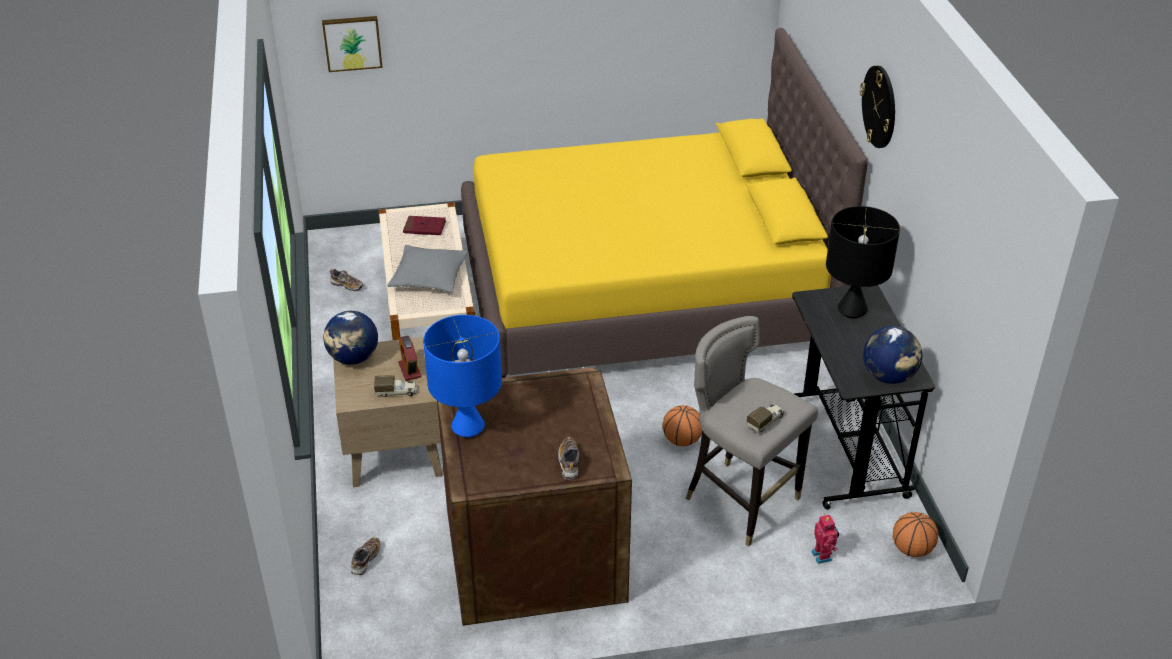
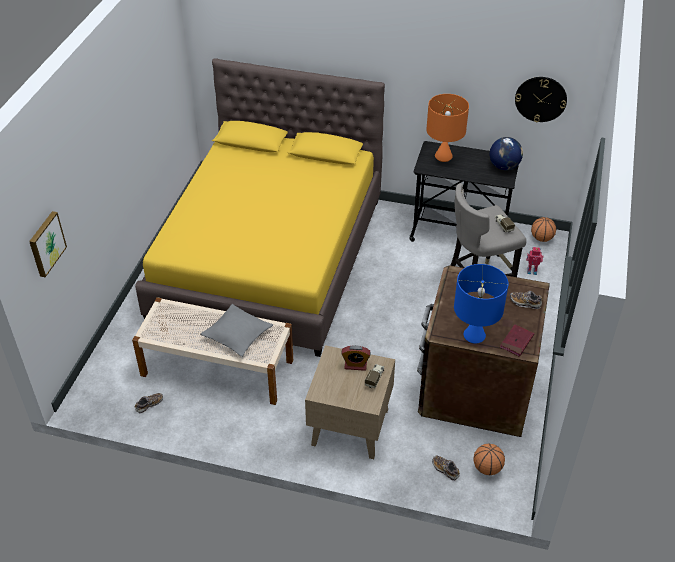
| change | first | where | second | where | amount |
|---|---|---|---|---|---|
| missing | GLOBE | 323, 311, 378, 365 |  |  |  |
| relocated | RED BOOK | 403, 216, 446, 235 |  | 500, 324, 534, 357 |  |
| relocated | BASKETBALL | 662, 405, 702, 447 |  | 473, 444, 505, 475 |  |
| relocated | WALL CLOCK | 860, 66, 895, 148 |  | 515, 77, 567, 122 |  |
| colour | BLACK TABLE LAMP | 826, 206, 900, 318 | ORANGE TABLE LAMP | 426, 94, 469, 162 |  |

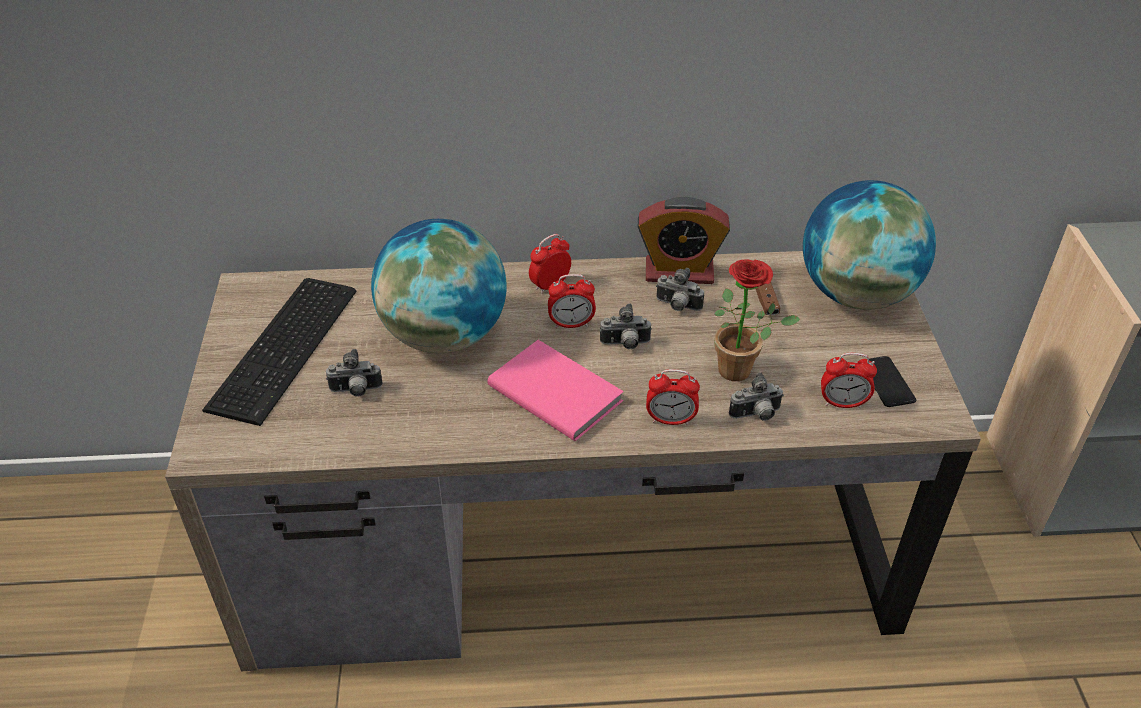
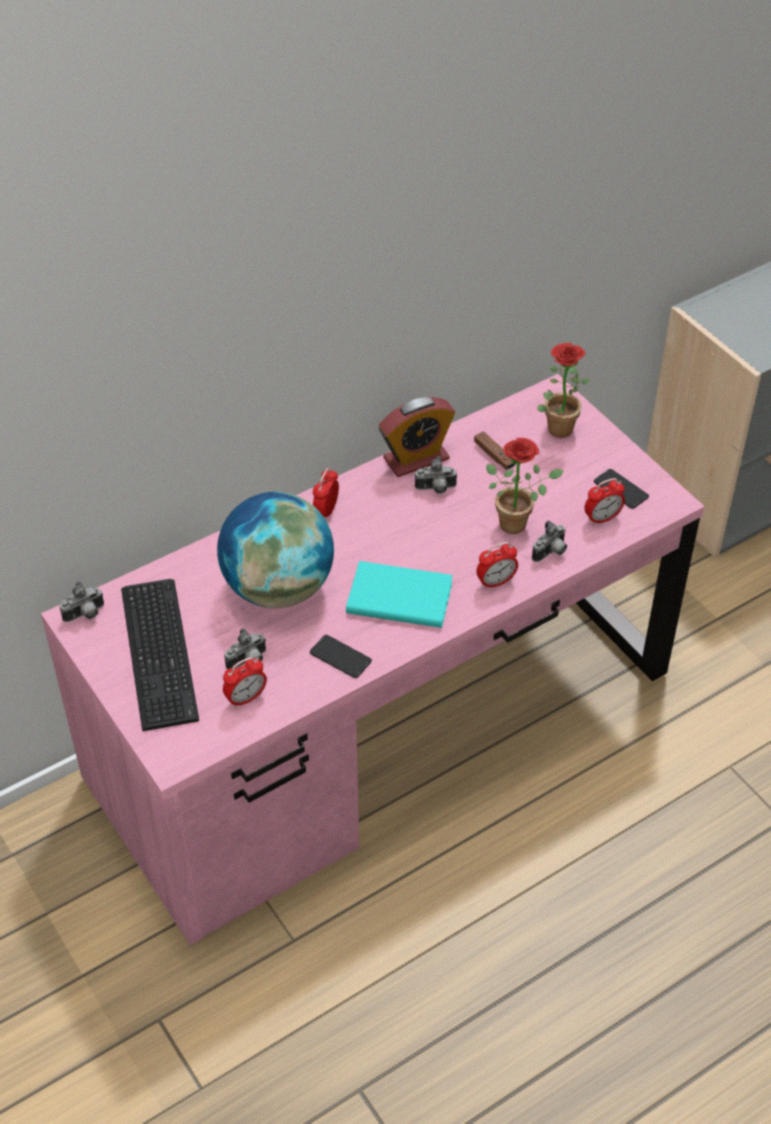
| change | first | where | second | where | amount |
|---|---|---|---|---|---|
| appeared |  |  | PHONE | 310, 635, 372, 678 |  |
| relocated | ALARM CLOCK | 548, 274, 596, 328 |  | 223, 657, 267, 708 |  |
| relocated | PHOTO CAMERA | 600, 304, 652, 349 |  | 59, 581, 104, 622 |  |
| exchanged | GLOBE | 803, 180, 936, 310 | POTTED PLANT | 537, 343, 590, 438 |  |
| colour | BROWN DESK | 165, 251, 981, 671 | PINK DESK | 41, 374, 705, 946 |  |
| colour | PINK BOOK | 487, 340, 624, 441 | TURQUOISE BOOK | 346, 561, 453, 628 |  |

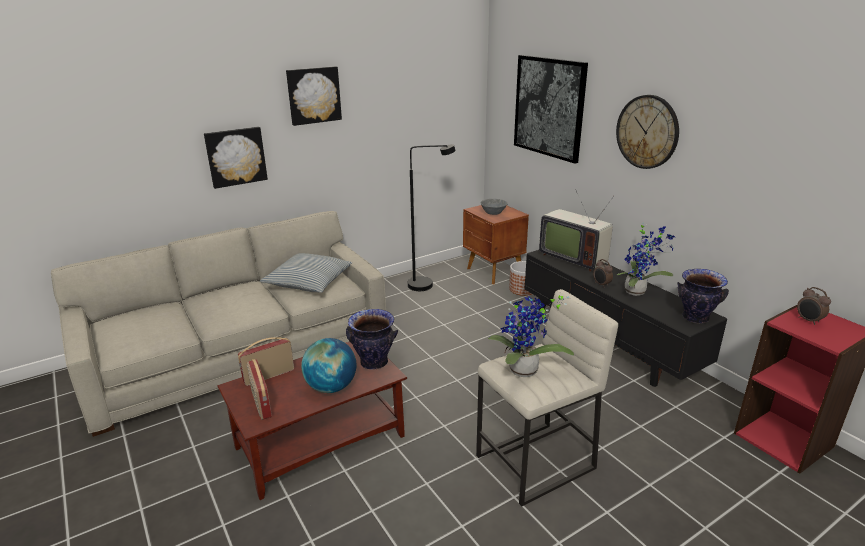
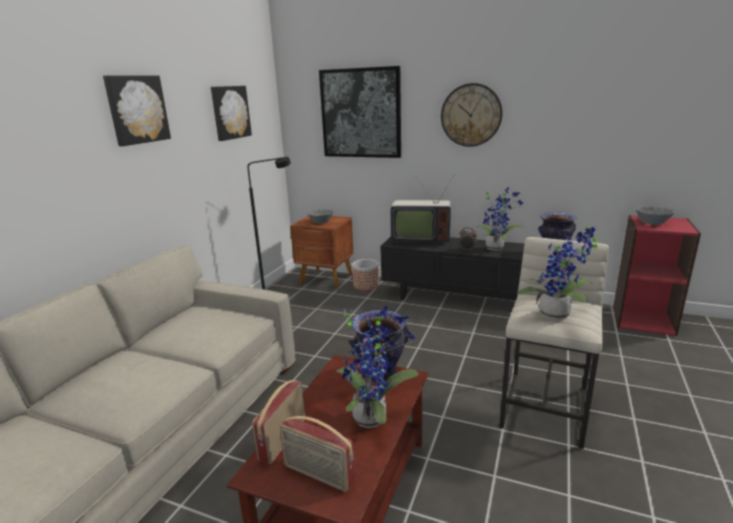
| change | first | where | second | where | amount |
|---|---|---|---|---|---|
| missing | PILLOW | 260, 253, 352, 293 |  |  |  |
| relocated | PICTURE | 204, 127, 268, 189 |  | 211, 86, 252, 141 |  |
| exchanged | GLOBE | 301, 338, 357, 393 | POTTED PLANT | 336, 306, 418, 428 |  |
| exchanged | ALARM CLOCK | 797, 287, 831, 325 | GREY BOWL | 635, 206, 675, 225 |  |

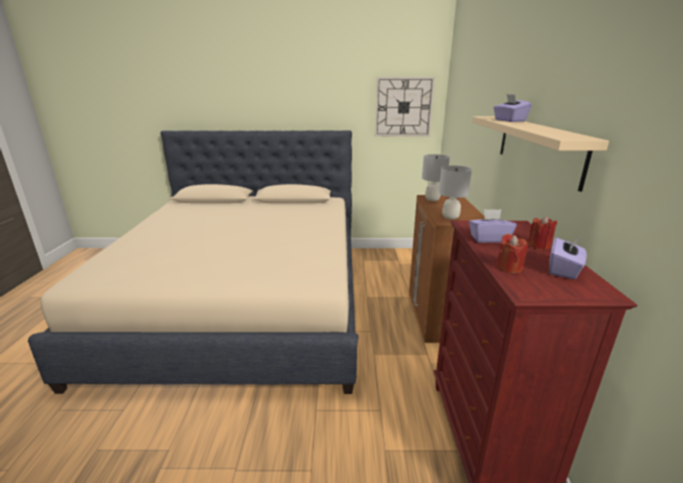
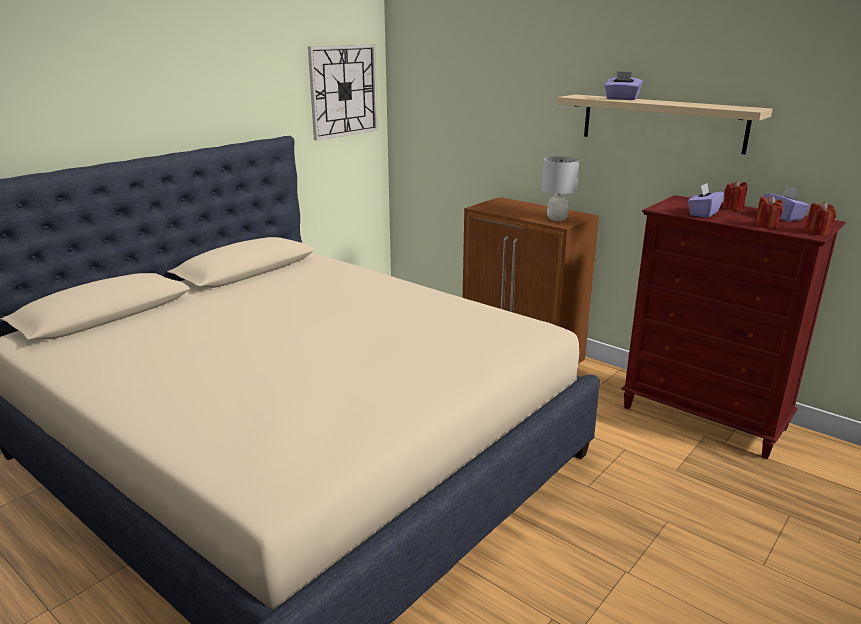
| change | first | where | second | where | amount |
|---|---|---|---|---|---|
| missing | GREY TABLE LAMP | 422, 154, 450, 201 |  |  |  |
| appeared |  |  | RED CANDLE | 804, 201, 836, 236 |  |

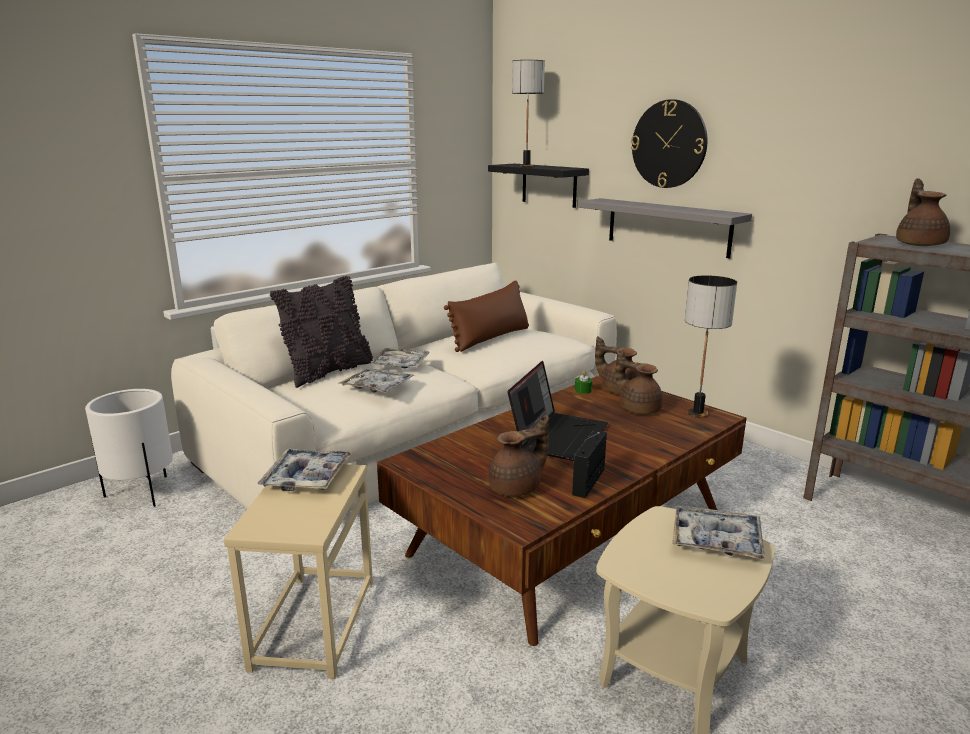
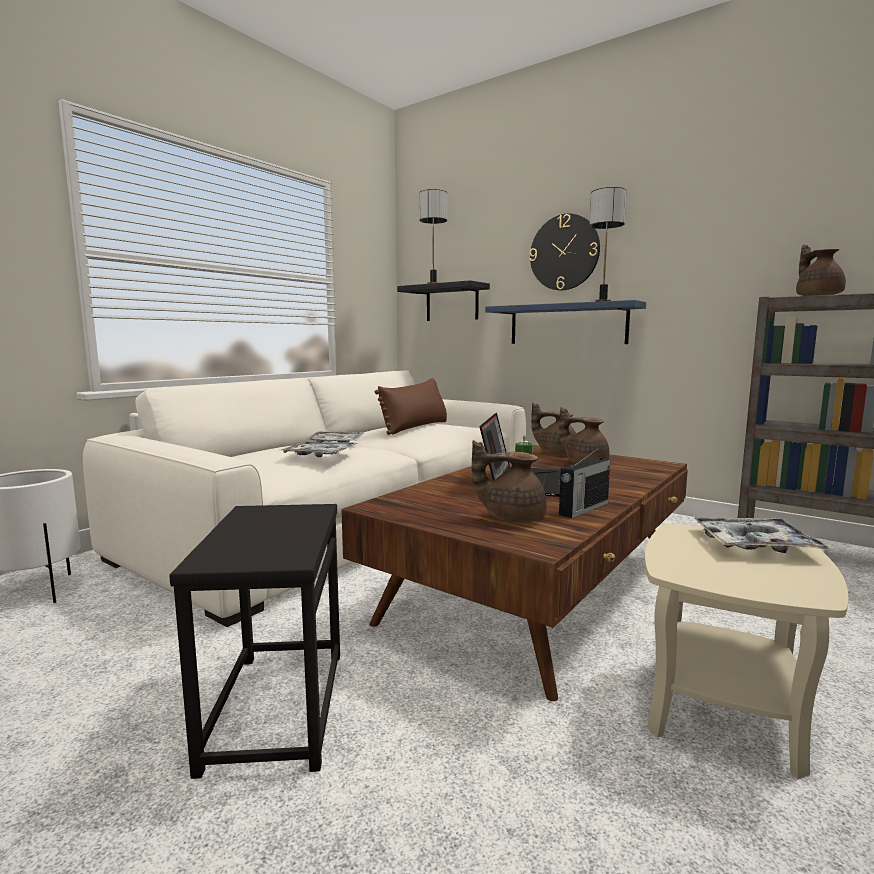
| change | first | where | second | where | amount |
|---|---|---|---|---|---|
| missing | TRAY | 257, 449, 352, 491 |  |  |  |
| missing | BLACK PILLOW | 270, 276, 373, 388 |  |  |  |
| relocated | TABLE LAMP | 685, 275, 737, 418 |  | 589, 187, 626, 302 |  |
| colour | BEIGE SIDE TABLE | 223, 464, 373, 679 | BLACK SIDE TABLE | 169, 504, 340, 779 |  |
| colour | GREY SHELF | 578, 198, 752, 259 | BLUE SHELF | 485, 300, 646, 344 |  |
| spun | BROWN TEAPOT | 488, 415, 549, 496 |  | 472, 440, 547, 523 | 135 degrees counterclockwise |
| spun | RADIO | 572, 430, 607, 498 |  | 559, 447, 610, 518 | 150 degrees counterclockwise |

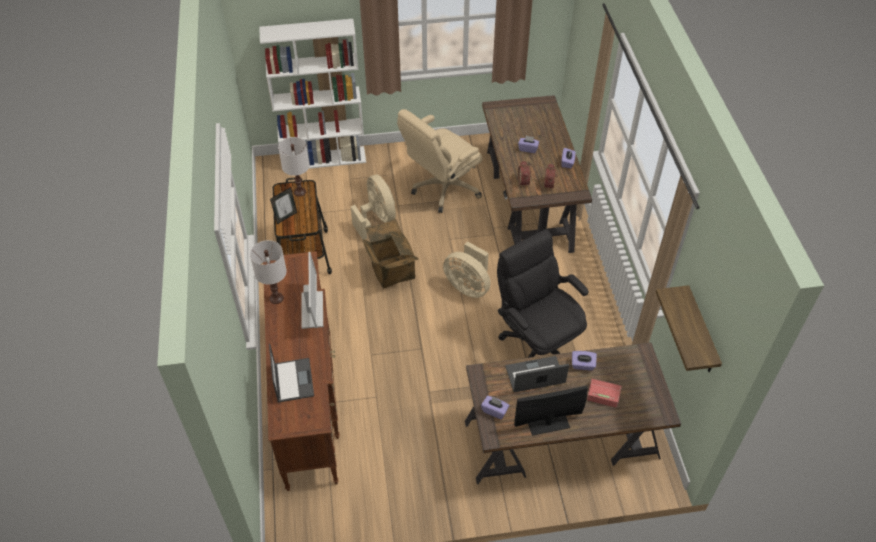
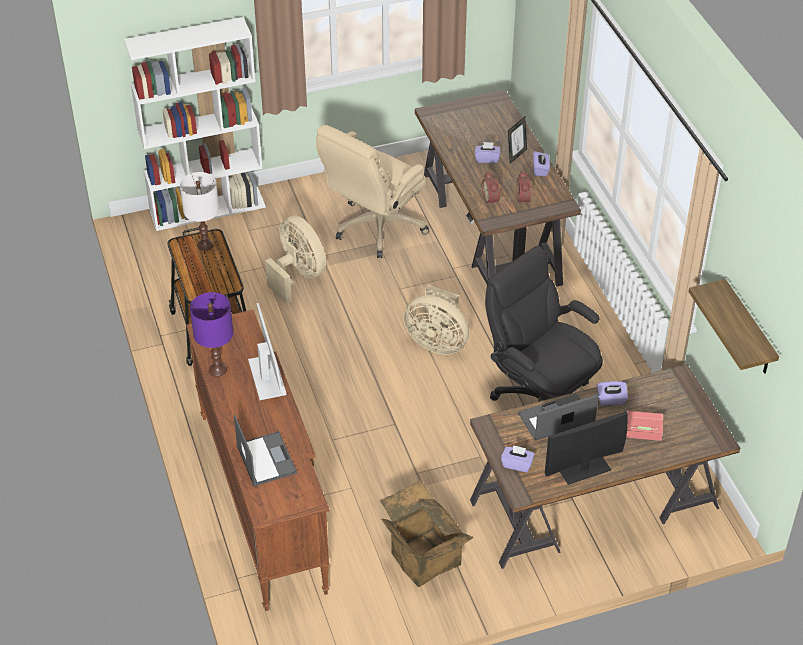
| change | first | where | second | where | amount |
|---|---|---|---|---|---|
| relocated | PICTURE FRAME | 270, 187, 297, 224 |  | 508, 117, 527, 164 |  |
| relocated | CARDBOARD BOX | 362, 219, 419, 289 |  | 380, 480, 474, 587 |  |
| colour | WHITE TABLE LAMP | 250, 240, 287, 304 | PURPLE TABLE LAMP | 190, 292, 233, 377 |  |

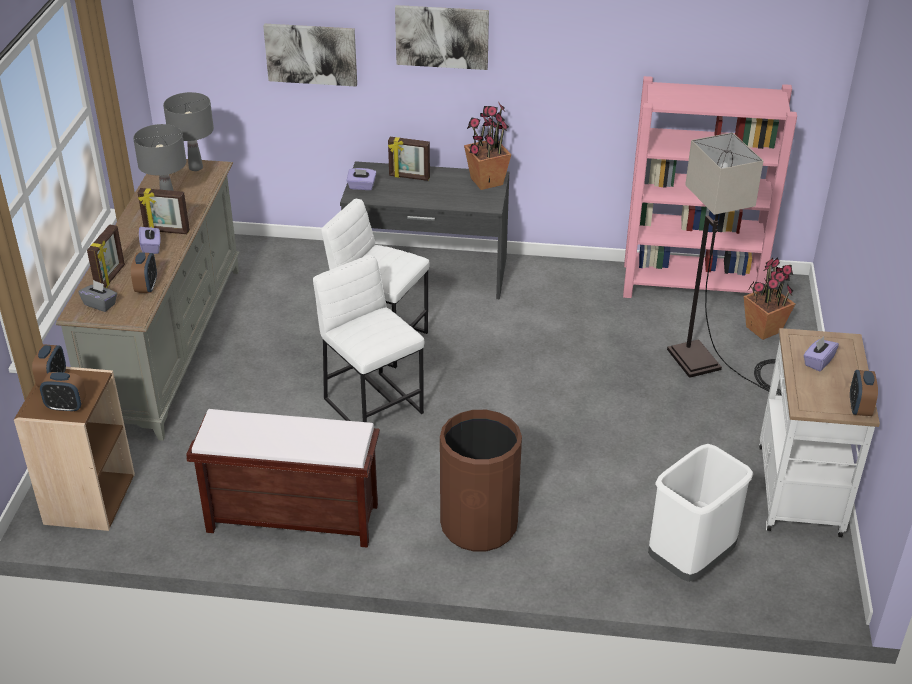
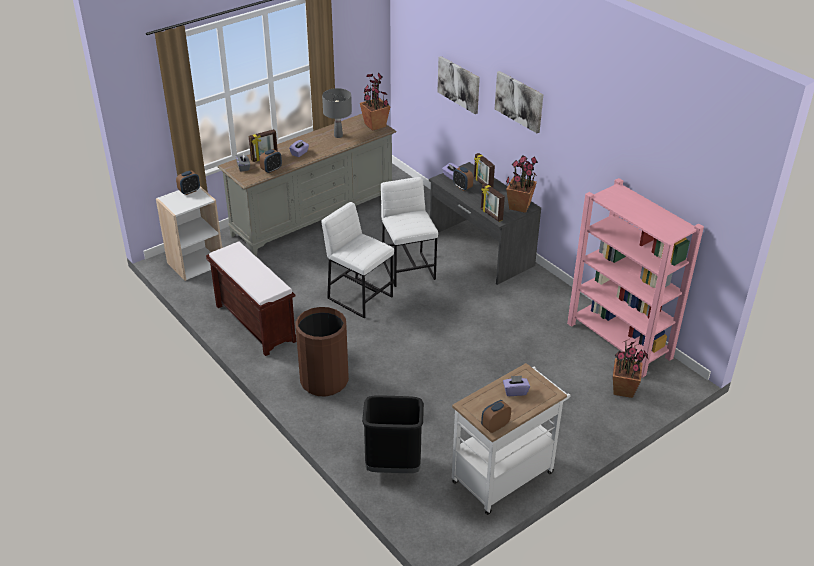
| change | first | where | second | where | amount |
|---|---|---|---|---|---|
| missing | FLOOR LAMP | 667, 132, 781, 395 |  |  |  |
| relocated | ALARM CLOCK | 40, 372, 86, 412 |  | 453, 167, 473, 191 |  |
| relocated | PICTURE FRAME | 138, 188, 190, 234 |  | 481, 183, 505, 222 |  |
| exchanged | GREY TABLE LAMP | 163, 92, 214, 171 | POTTED PLANT | 360, 73, 390, 131 |  |
| colour | BROWN BOOKCASE | 14, 367, 135, 531 | WHITE BOOKCASE | 156, 186, 222, 281 |  |
| colour | WHITE TRASH CAN | 648, 444, 753, 582 | BLACK TRASH CAN | 362, 395, 424, 473 |  |
| spun | WHITE CHAIR | 313, 255, 424, 422 |  | 321, 202, 394, 318 | 60 degrees counterclockwise |

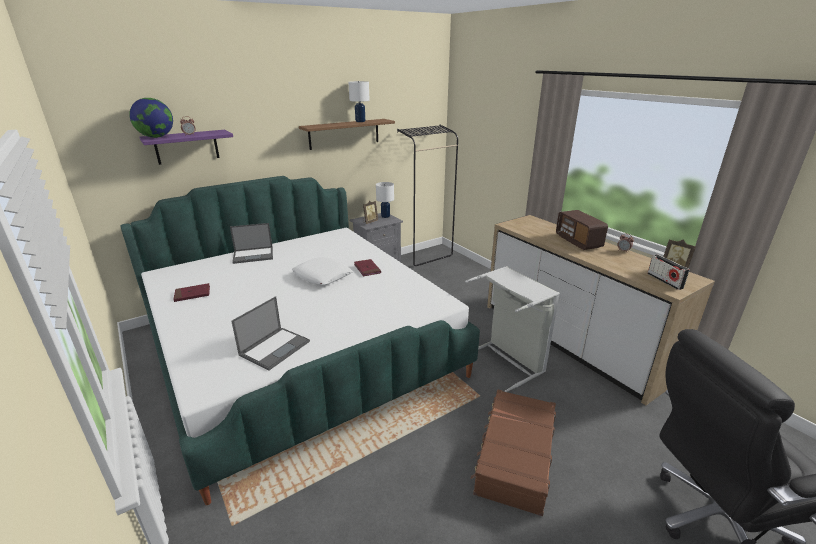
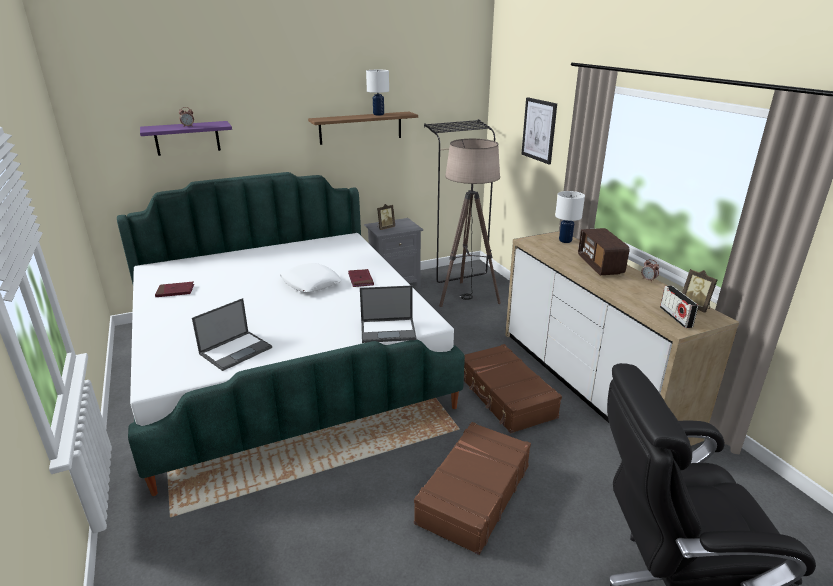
| change | first | where | second | where | amount |
|---|---|---|---|---|---|
| missing | GLOBE | 129, 98, 173, 138 |  |  |  |
| appeared |  |  | FLOOR LAMP | 439, 139, 501, 307 |  |
| appeared |  |  | PICTURE | 521, 97, 557, 164 |  |
| relocated | LAPTOP | 230, 223, 273, 264 |  | 360, 285, 417, 343 |  |
| relocated | WHITE TABLE LAMP | 376, 182, 394, 218 |  | 555, 191, 585, 243 |  |
| exchanged | GREY LAUNDRY BASKET | 465, 266, 560, 392 | BROWN SUITCASE | 464, 344, 562, 433 |  |

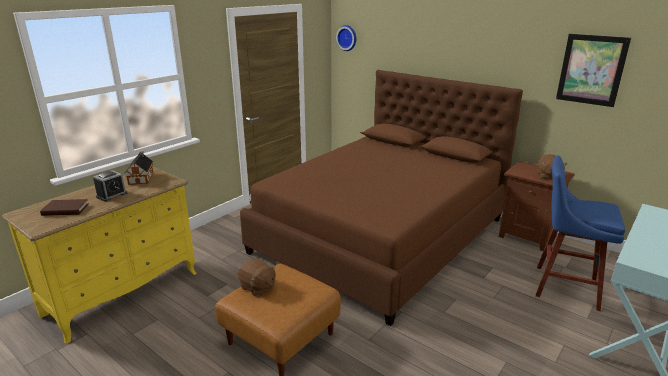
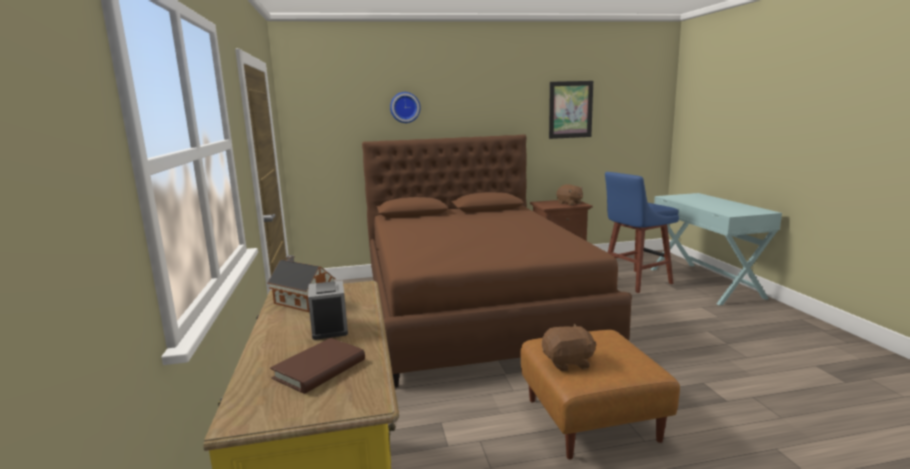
| change | first | where | second | where | amount |
|---|---|---|---|---|---|
| relocated | WALL CLOCK | 336, 25, 356, 51 |  | 390, 92, 420, 123 |  |

